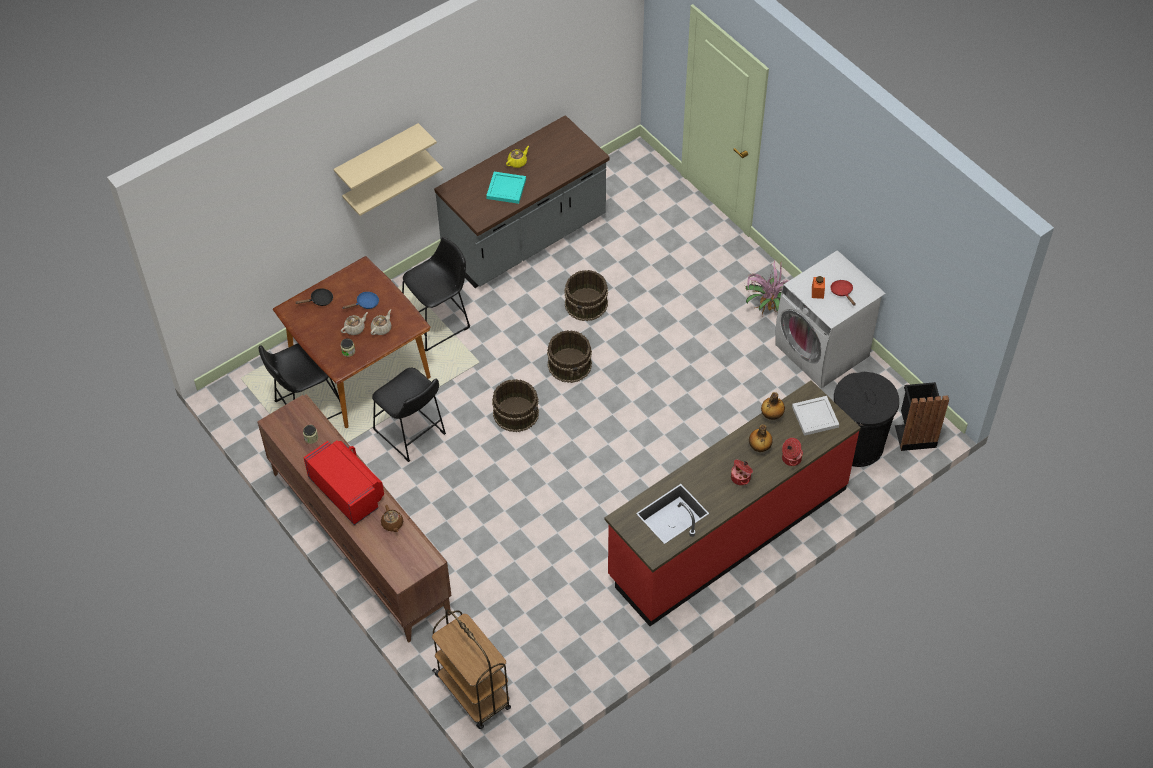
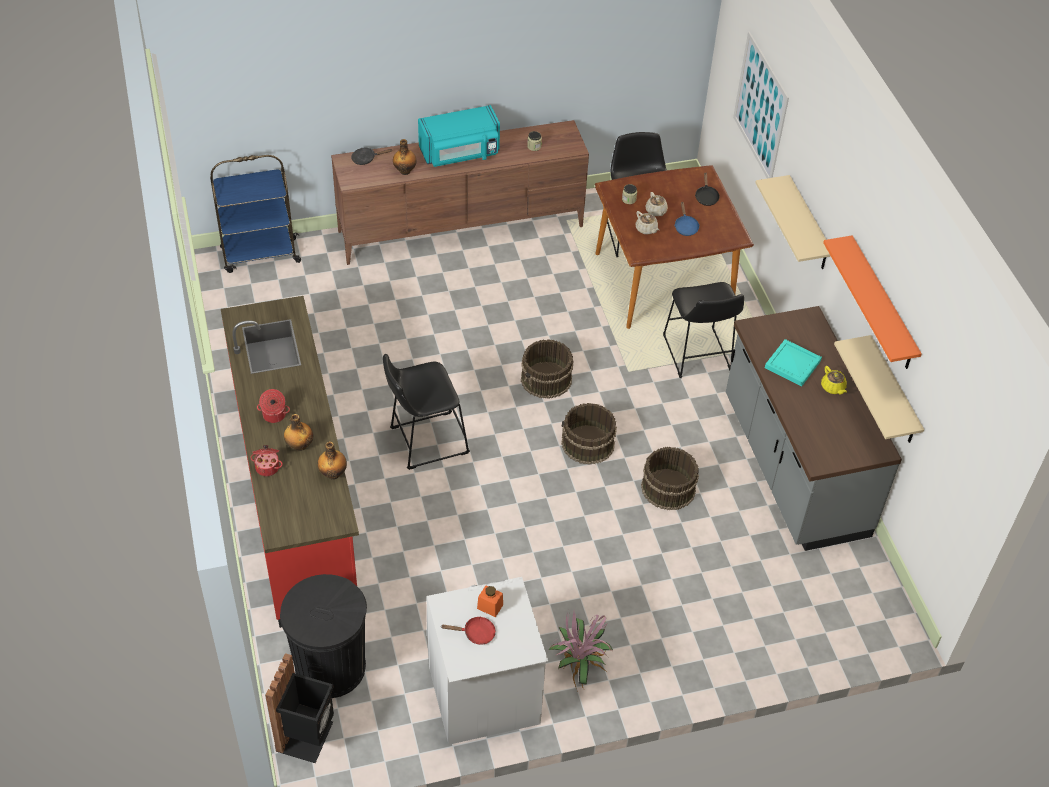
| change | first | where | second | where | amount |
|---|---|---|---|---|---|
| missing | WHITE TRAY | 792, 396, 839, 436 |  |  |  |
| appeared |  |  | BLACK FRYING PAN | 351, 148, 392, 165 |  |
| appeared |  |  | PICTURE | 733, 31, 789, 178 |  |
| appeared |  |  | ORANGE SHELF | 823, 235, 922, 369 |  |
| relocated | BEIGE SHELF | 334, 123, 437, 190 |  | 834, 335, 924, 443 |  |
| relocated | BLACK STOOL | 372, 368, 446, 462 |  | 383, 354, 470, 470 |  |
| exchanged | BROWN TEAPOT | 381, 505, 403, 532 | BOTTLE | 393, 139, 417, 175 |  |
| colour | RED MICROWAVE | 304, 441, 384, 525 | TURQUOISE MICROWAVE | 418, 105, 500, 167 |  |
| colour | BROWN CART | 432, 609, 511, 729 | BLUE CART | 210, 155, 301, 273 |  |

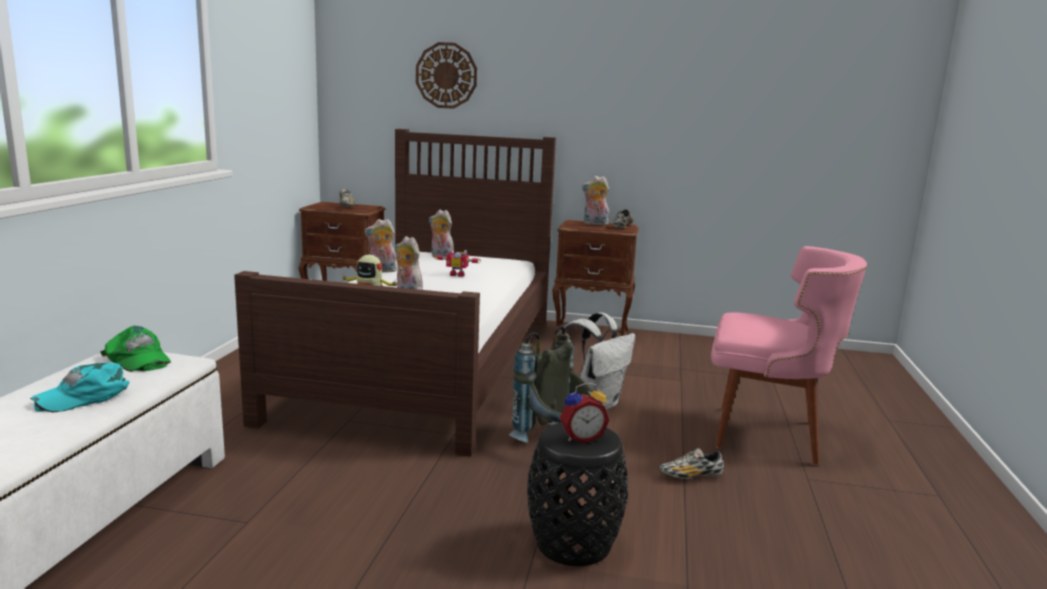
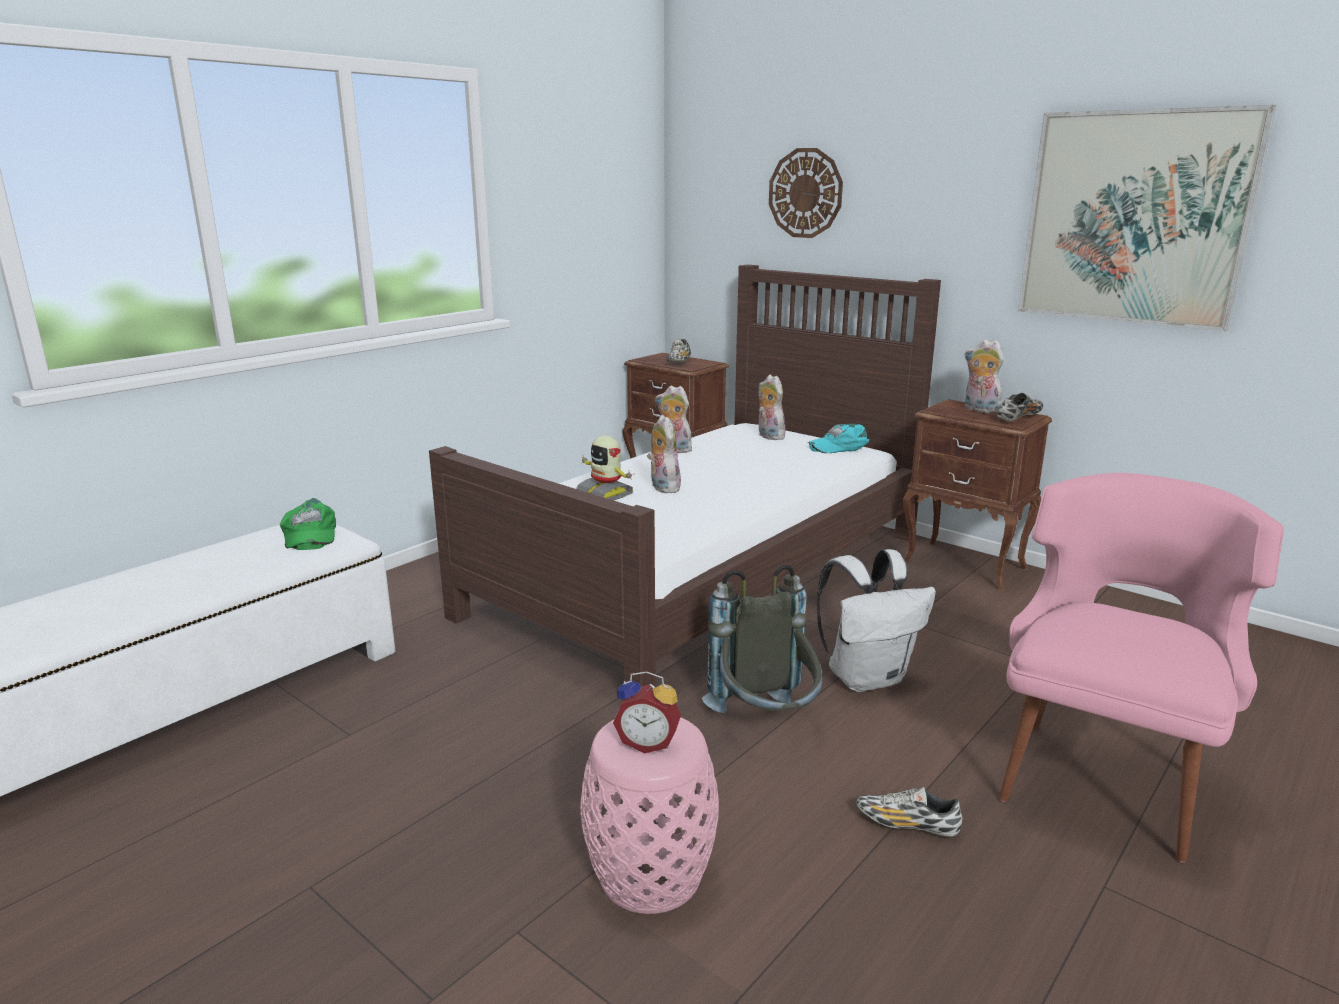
| change | first | where | second | where | amount |
|---|---|---|---|---|---|
| missing | TOY ROBOT | 434, 249, 481, 277 |  |  |  |
| appeared |  |  | PICTURE | 1018, 105, 1276, 332 |  |
| relocated | TURQUOISE CAP | 30, 362, 130, 412 |  | 808, 423, 869, 453 |  |
| colour | BLACK STOOL | 527, 422, 628, 566 | PINK STOOL | 580, 717, 719, 914 |  |
| spun | PINK CHAIR | 711, 246, 867, 465 |  | 999, 473, 1284, 862 | 105 degrees counterclockwise |

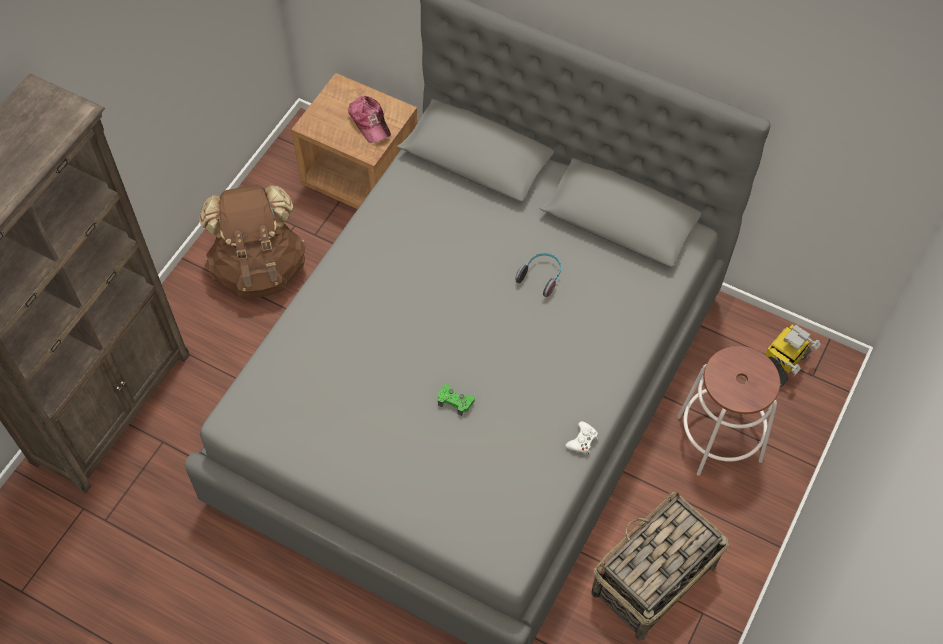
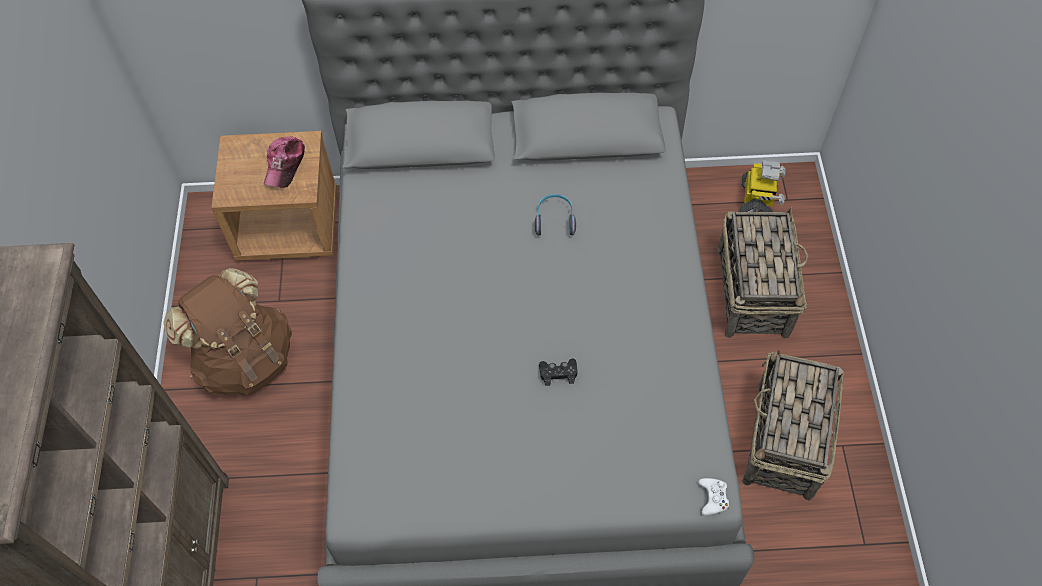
| change | first | where | second | where | amount |
|---|---|---|---|---|---|
| relocated | WHITE GAME CONTROLLER | 565, 421, 598, 454 |  | 698, 478, 729, 516 |  |
| exchanged | WHITE STOOL | 677, 346, 780, 476 | BASKET | 717, 208, 808, 339 |  |
| colour | GREEN GAME CONTROLLER | 438, 384, 475, 416 | BLACK GAME CONTROLLER | 539, 359, 578, 386 |  |
| spun | CAP | 348, 96, 391, 143 |  | 264, 137, 305, 188 | 75 degrees clockwise |

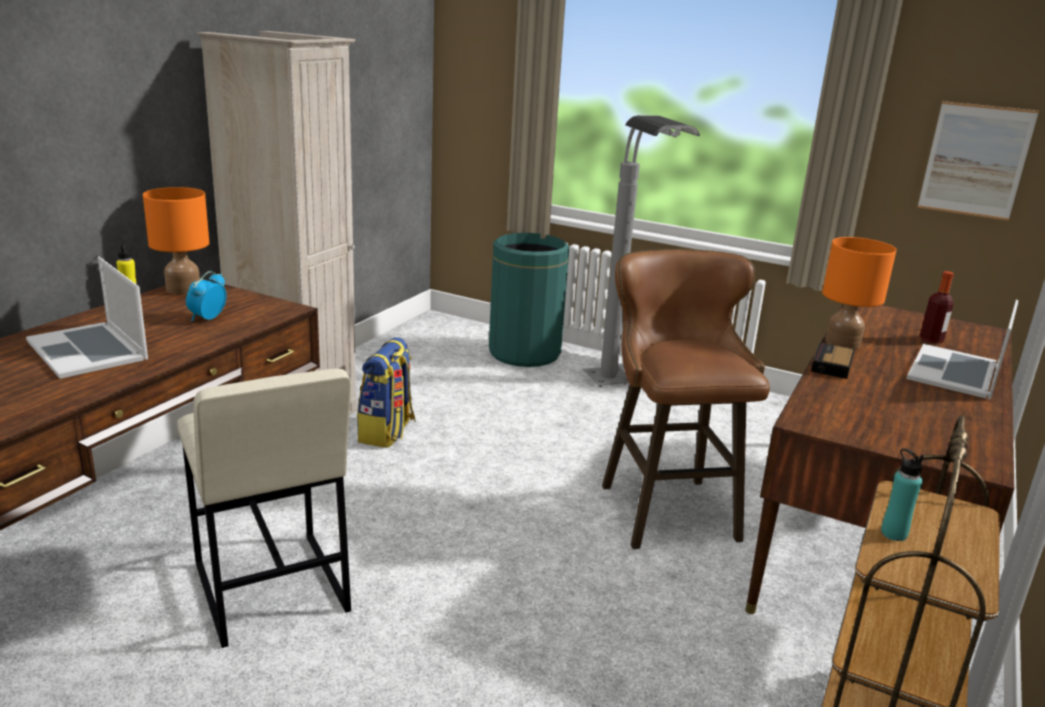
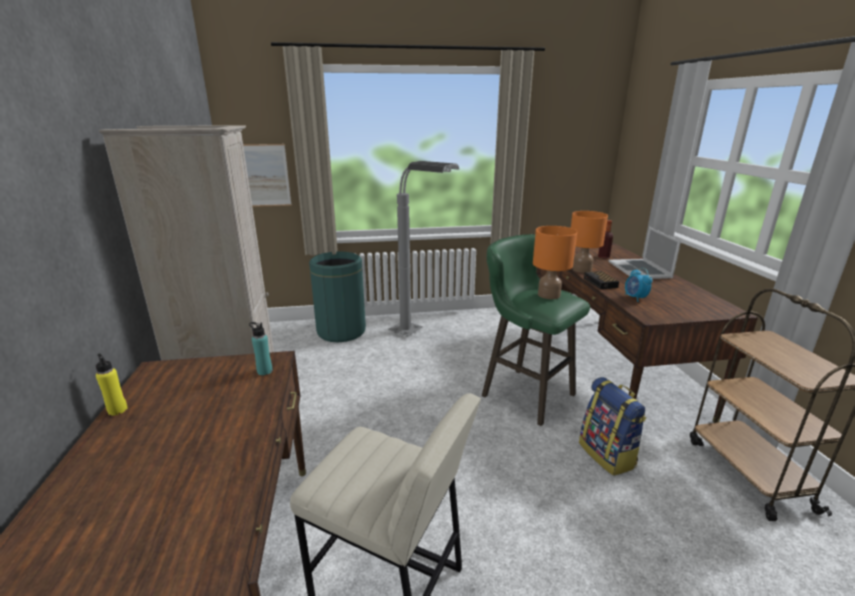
| change | first | where | second | where | amount |
|---|---|---|---|---|---|
| missing | LAPTOP | 26, 257, 148, 379 |  |  |  |
| relocated | ORANGE TABLE LAMP | 143, 187, 209, 295 |  | 533, 226, 577, 299 |  |
| relocated | ALARM CLOCK | 186, 271, 227, 322 |  | 625, 268, 652, 302 |  |
| relocated | BACKPACK | 357, 337, 416, 448 |  | 579, 377, 646, 476 |  |
| relocated | TURQUOISE BOTTLE | 881, 448, 924, 541 |  | 249, 322, 272, 375 |  |
| relocated | PICTURE | 918, 101, 1039, 221 |  | 243, 144, 292, 207 |  |
| colour | BROWN STOOL | 602, 249, 770, 549 | GREEN STOOL | 482, 234, 590, 426 |  |

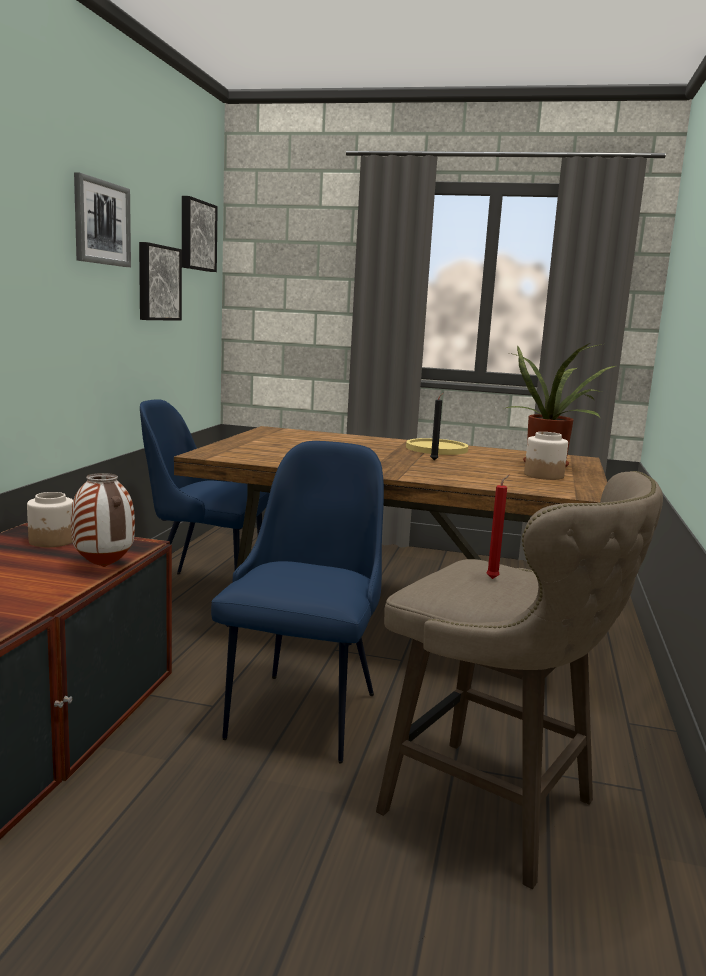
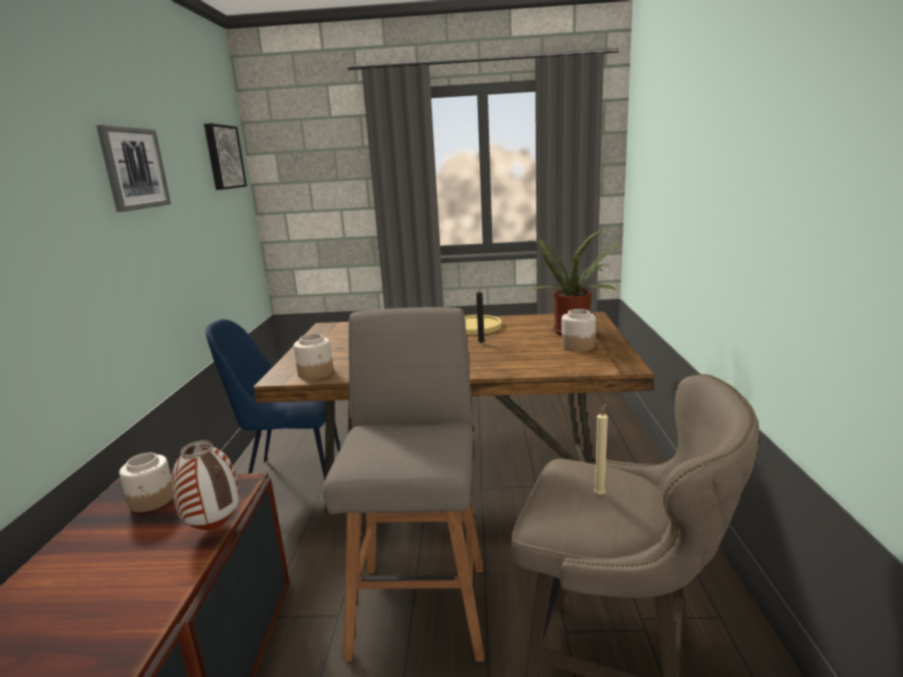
| change | first | where | second | where | amount |
|---|---|---|---|---|---|
| missing | PICTURE | 139, 242, 182, 321 |  |  |  |
| appeared |  |  | JAR | 294, 334, 334, 380 |  |
| exchanged | BLUE CHAIR | 211, 441, 384, 764 | GREY STOOL | 323, 307, 484, 662 |  |
| colour | RED CANDLE | 486, 475, 509, 579 | BEIGE CANDLE | 594, 403, 608, 495 |  |

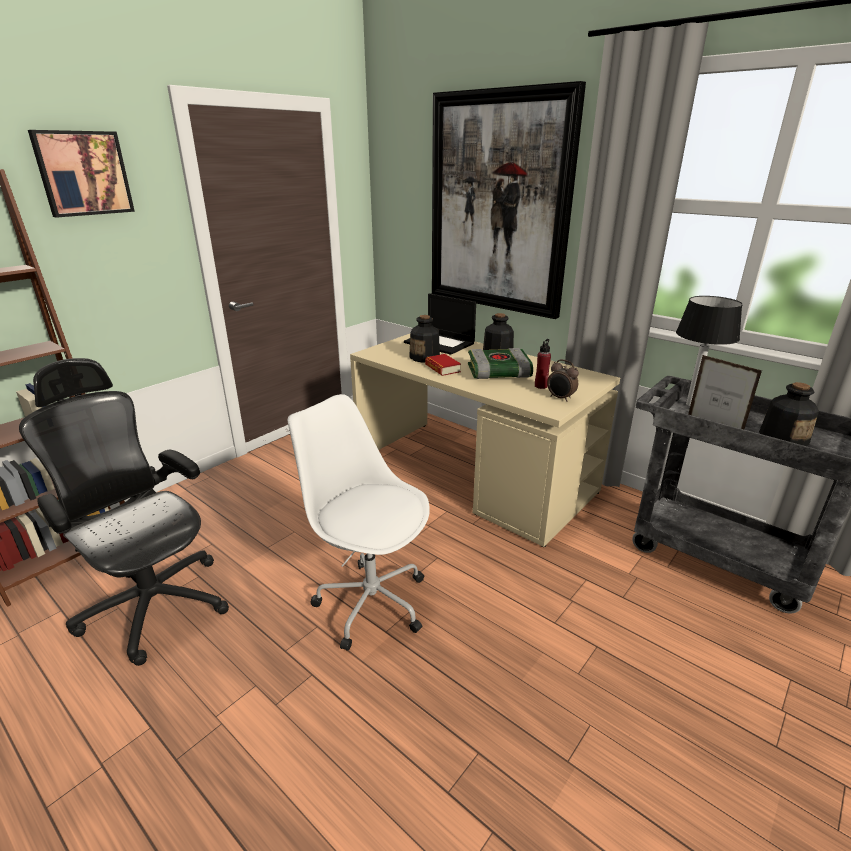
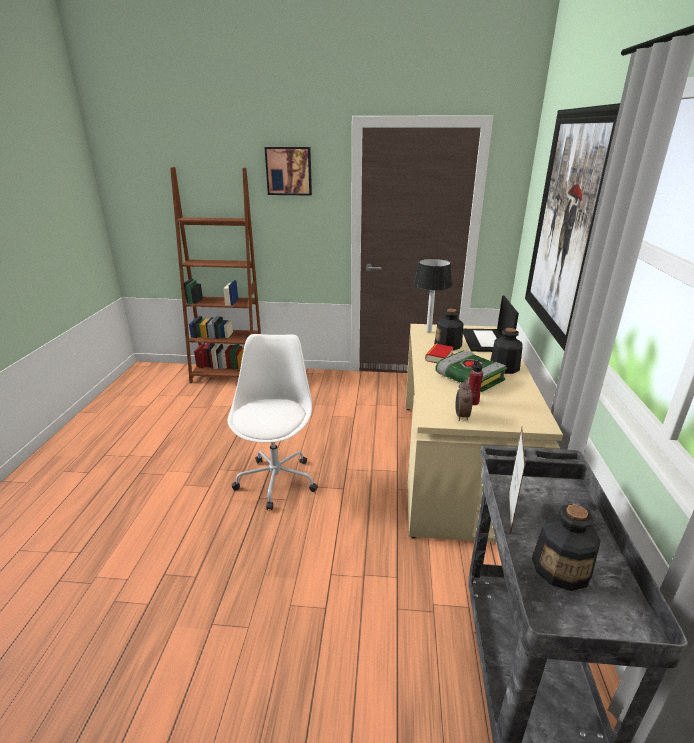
| change | first | where | second | where | amount |
|---|---|---|---|---|---|
| missing | OFFICE CHAIR | 19, 358, 229, 666 |  |  |  |
| relocated | TABLE LAMP | 676, 296, 743, 406 |  | 414, 258, 452, 332 |  |

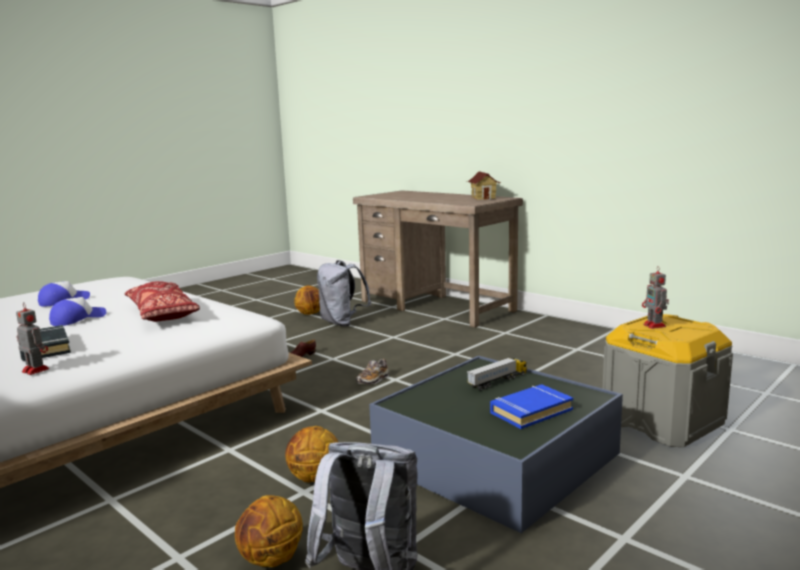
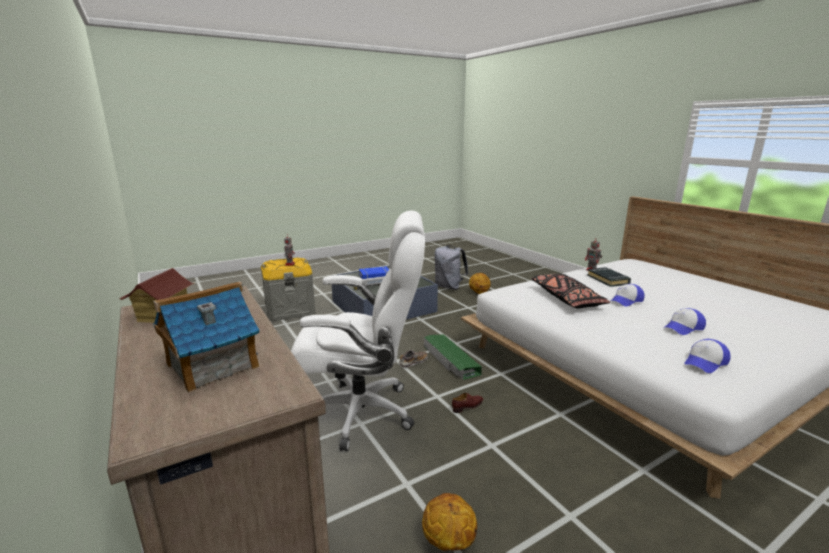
| change | first | where | second | where | amount |
|---|---|---|---|---|---|
| missing | BASKETBALL | 285, 426, 339, 482 |  |  |  |
| missing | GREY BACKPACK | 317, 260, 372, 326 |  |  |  |
| appeared |  |  | TOY HOUSE | 153, 281, 260, 393 |  |
| appeared |  |  | WHITE OFFICE CHAIR | 291, 211, 425, 451 |  |
| appeared |  |  | GREEN STORAGE BOX | 424, 335, 482, 380 |  |
| appeared |  |  | CAP | 684, 339, 731, 373 |  |
| colour | RED PILLOW | 125, 281, 200, 322 | BLACK PILLOW | 532, 274, 610, 309 |  |

